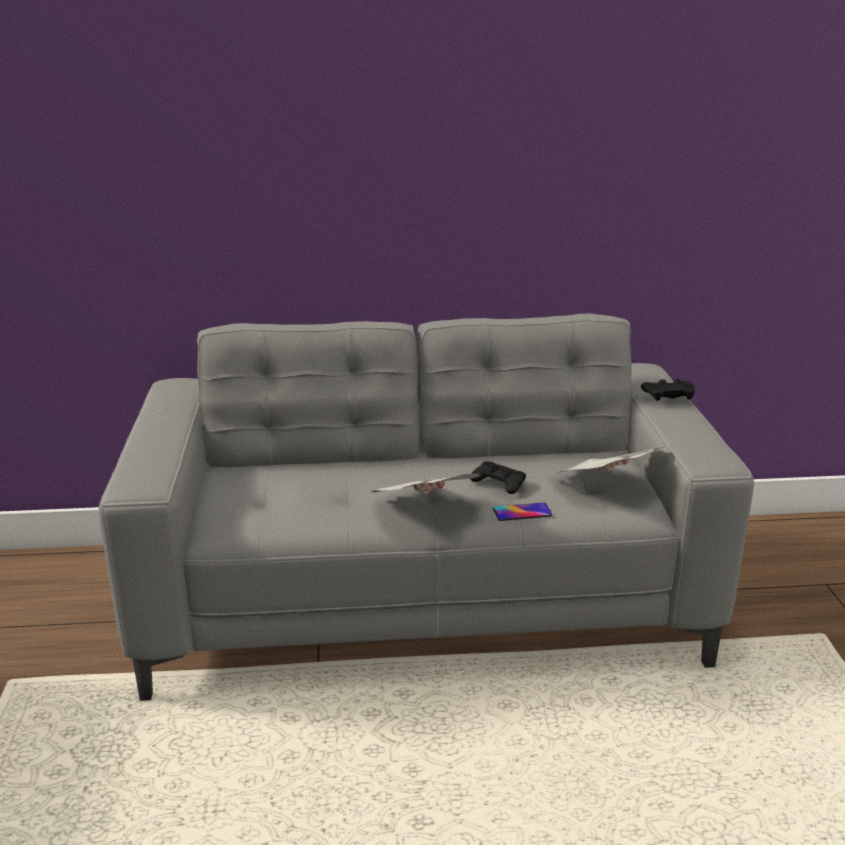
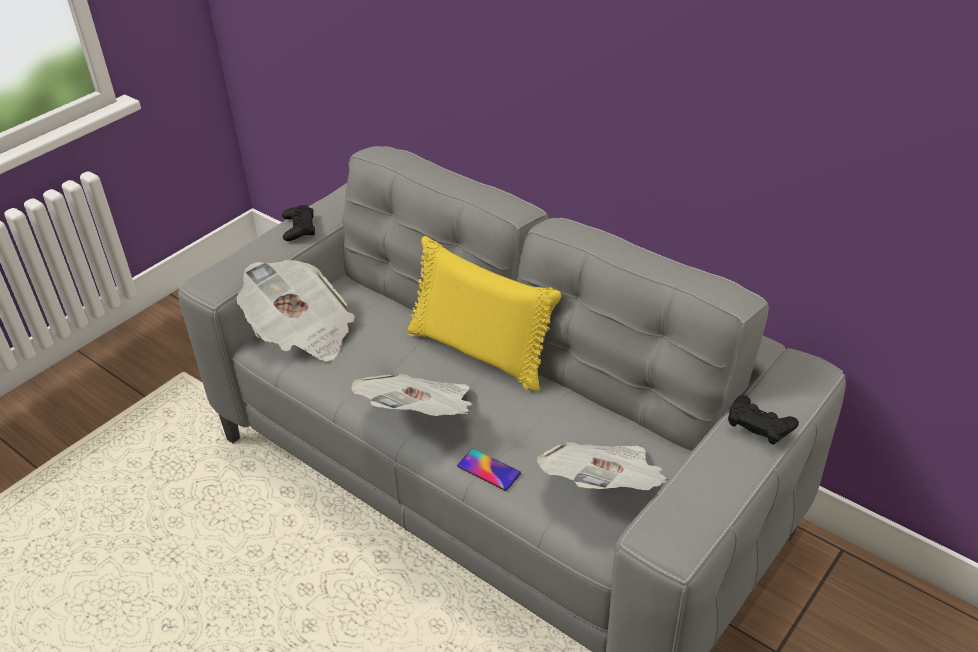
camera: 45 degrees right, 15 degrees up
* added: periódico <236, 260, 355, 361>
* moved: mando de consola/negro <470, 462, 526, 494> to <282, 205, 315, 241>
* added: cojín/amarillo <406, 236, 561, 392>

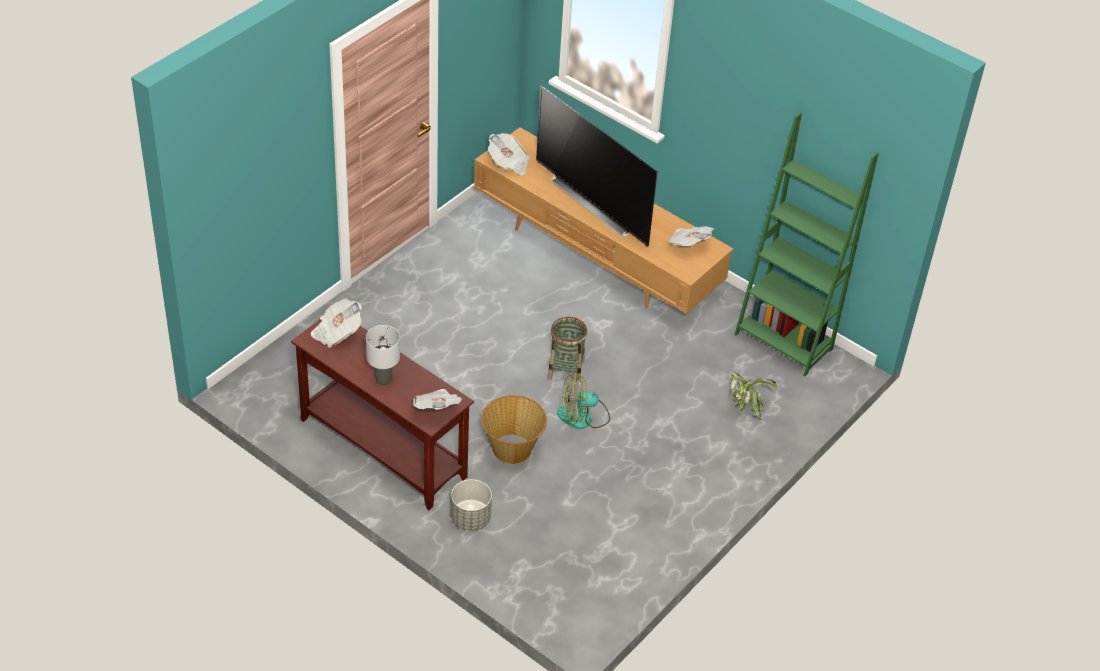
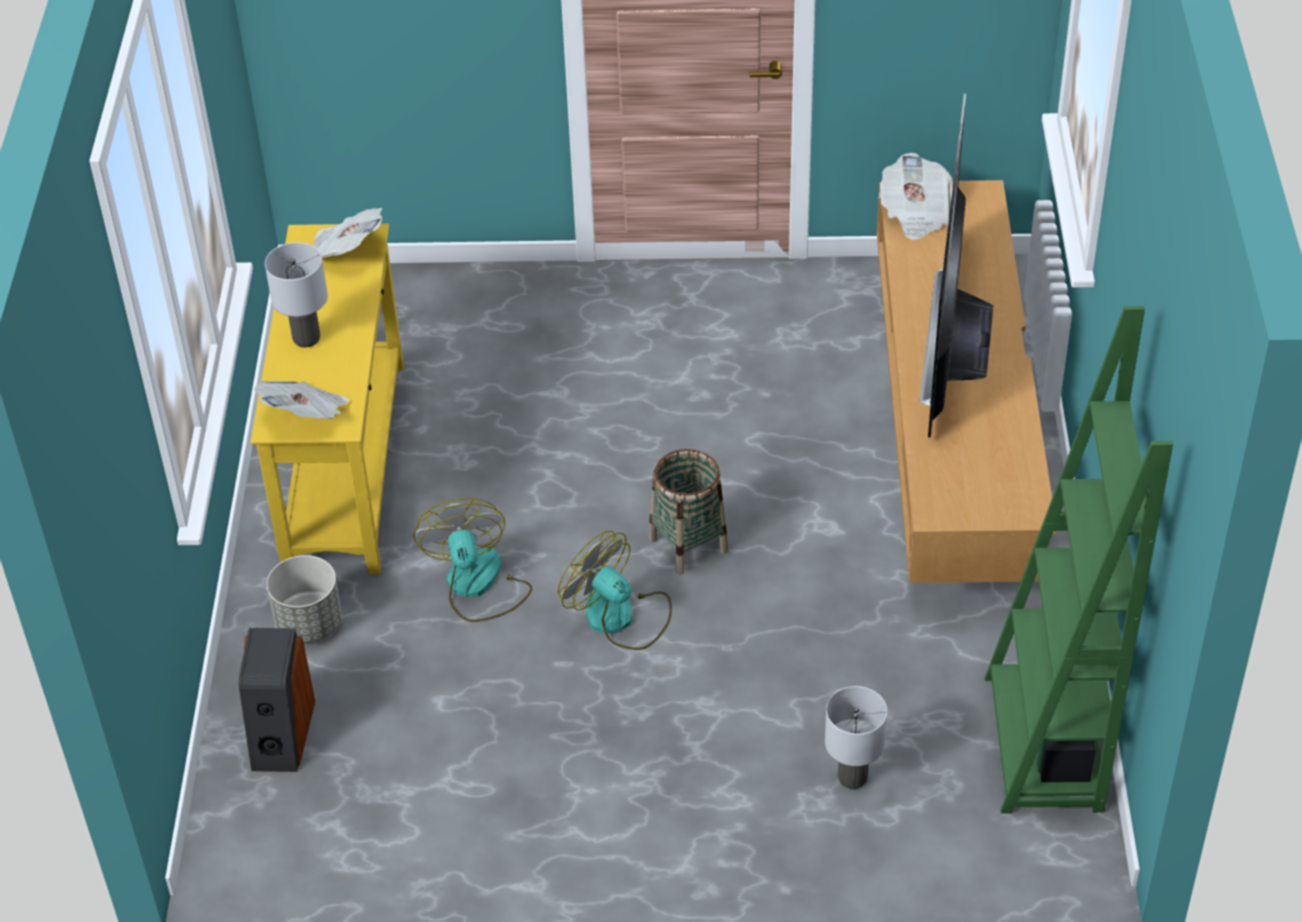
camera: 55 degrees right, 0 degrees up
* added: altavoz <239, 628, 315, 772>
* recoloured: mesa consola/marrón <291, 320, 474, 510> to mesa consola/amarillo <250, 223, 404, 574>
* replaced: cesta <481, 395, 547, 464> to ventilador <413, 498, 532, 622>
* replaced: planta en maceta <729, 371, 778, 420> to lámpara de mesa/blanco <825, 686, 887, 789>
* removed: periódico <666, 226, 714, 246>

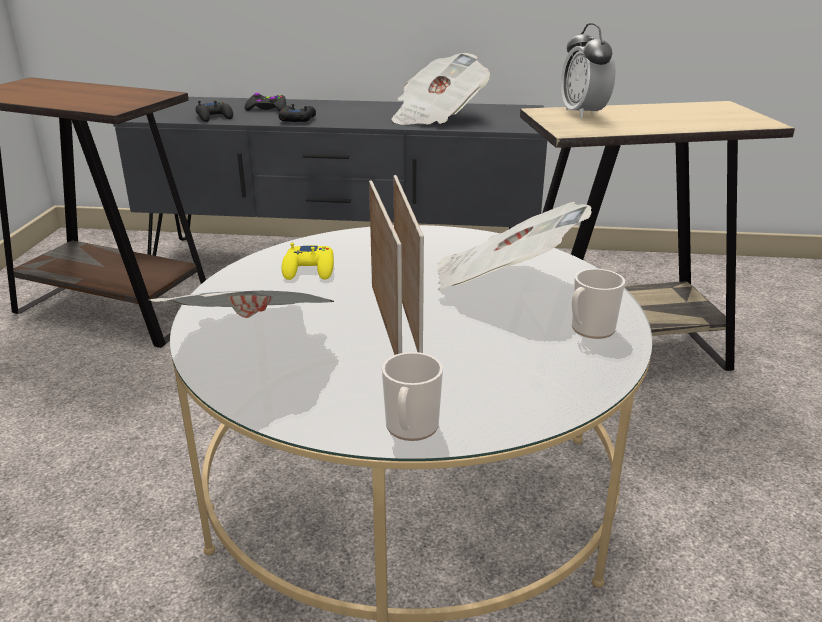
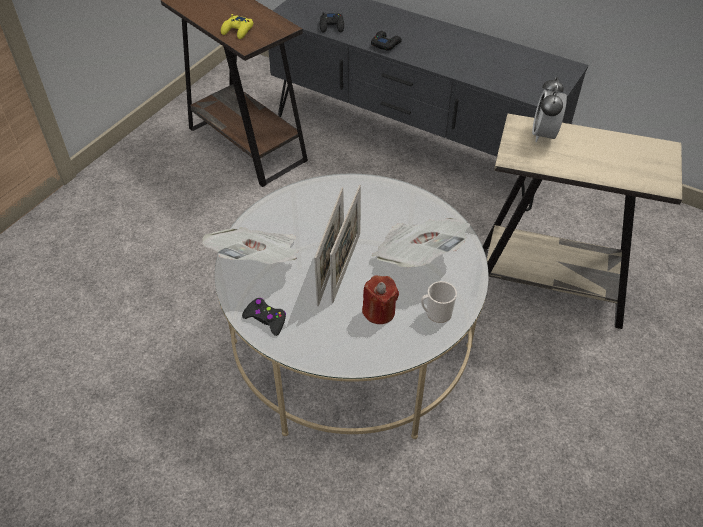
camera: 25 degrees right, 20 degrees up
* moved: mando de consola/amarillo <282, 243, 334, 280> to <221, 14, 253, 39>
* moved: mando de consola/negro <244, 93, 286, 111> to <242, 298, 286, 336>
* added: vela/rojo <362, 275, 399, 324>
* removed: taza grande <382, 352, 443, 441>
* removed: periódico <392, 53, 490, 125>

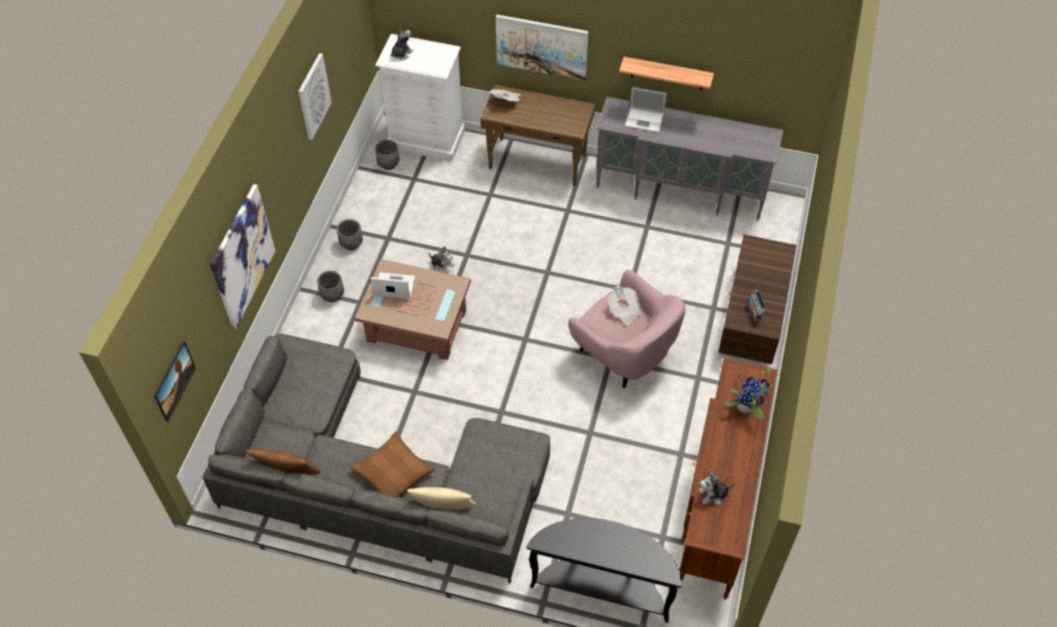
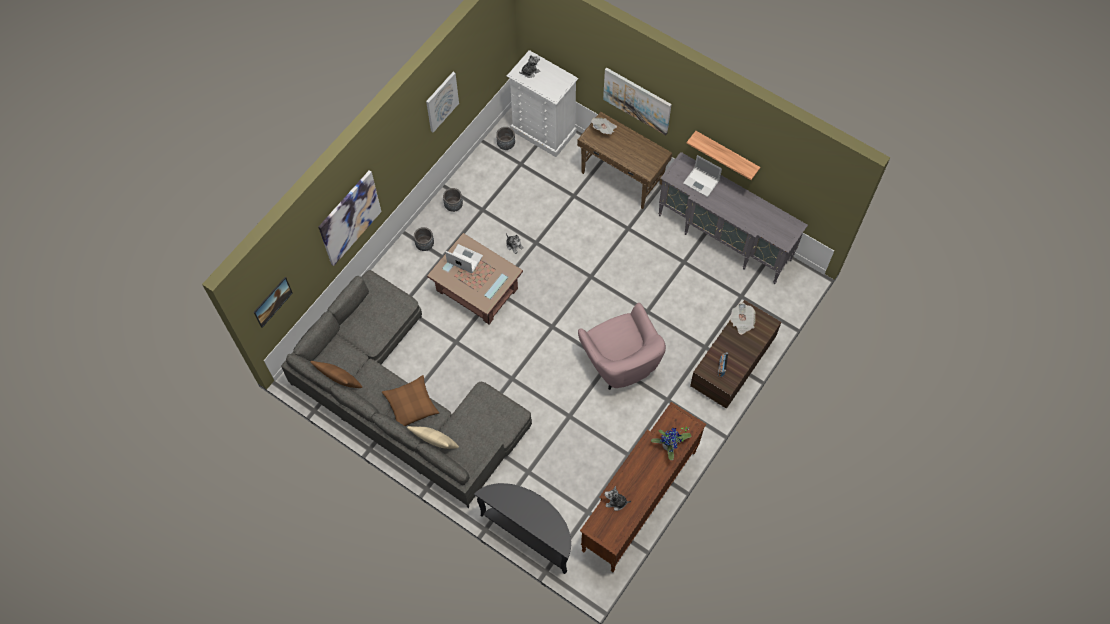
camera: 20 degrees right, 10 degrees up
* moved: periódico <608, 286, 642, 325> to <730, 303, 756, 335>

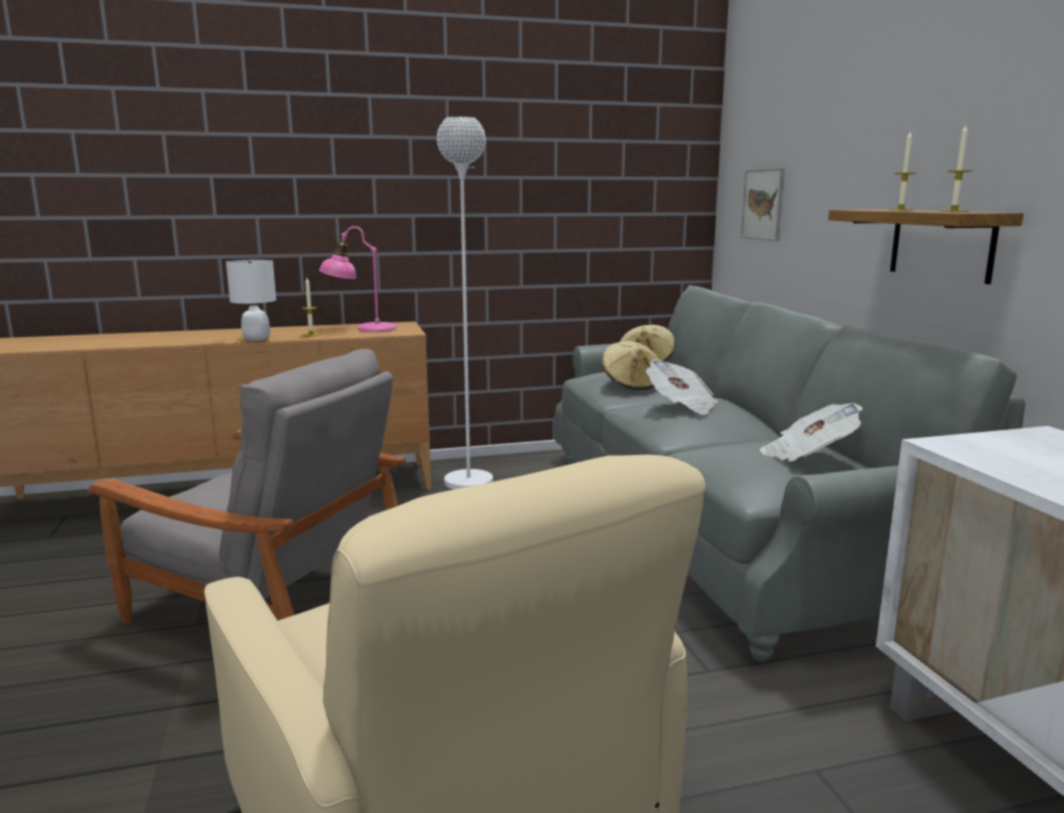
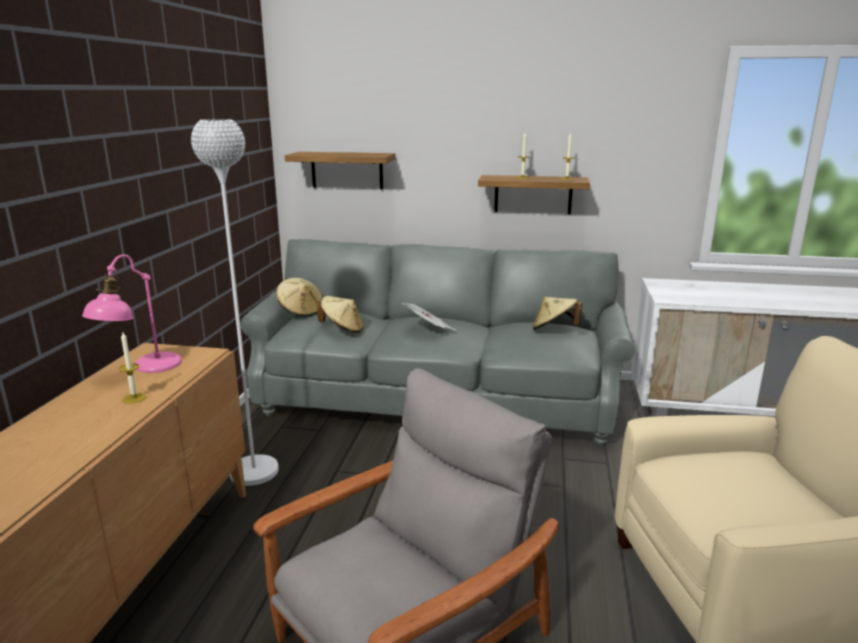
camera: 65 degrees left, 5 degrees up
* replaced: cuadro <741, 168, 785, 241> to estante <284, 152, 395, 189>
* replaced: periódico <760, 403, 863, 461> to sombrero/beis <533, 297, 582, 330>
* removed: lámpara de mesa/blanco <226, 260, 276, 341>

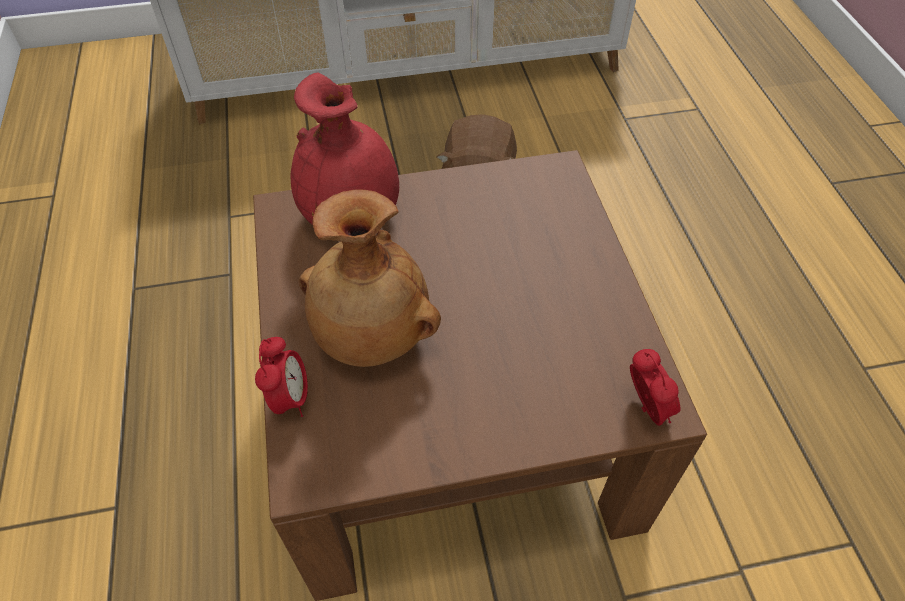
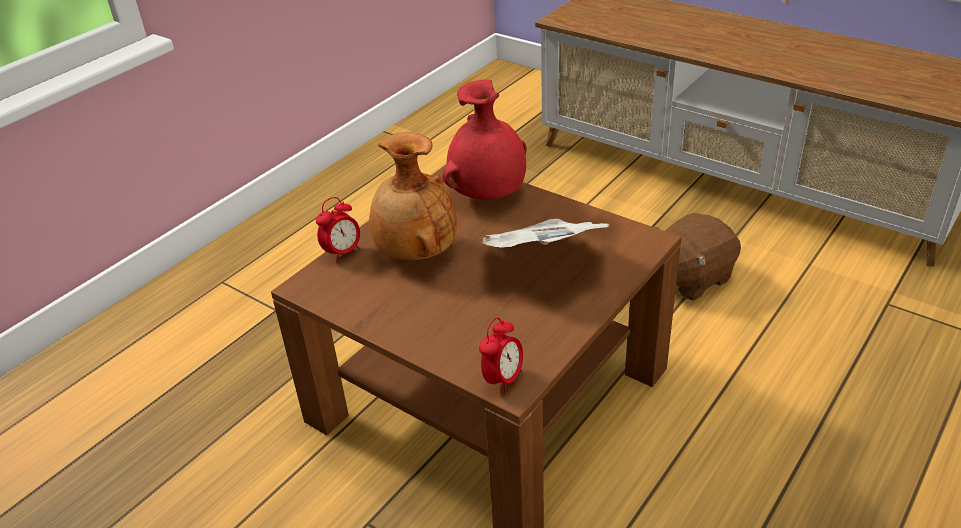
camera: 50 degrees right, 15 degrees down
* added: periódico <482, 218, 609, 247>

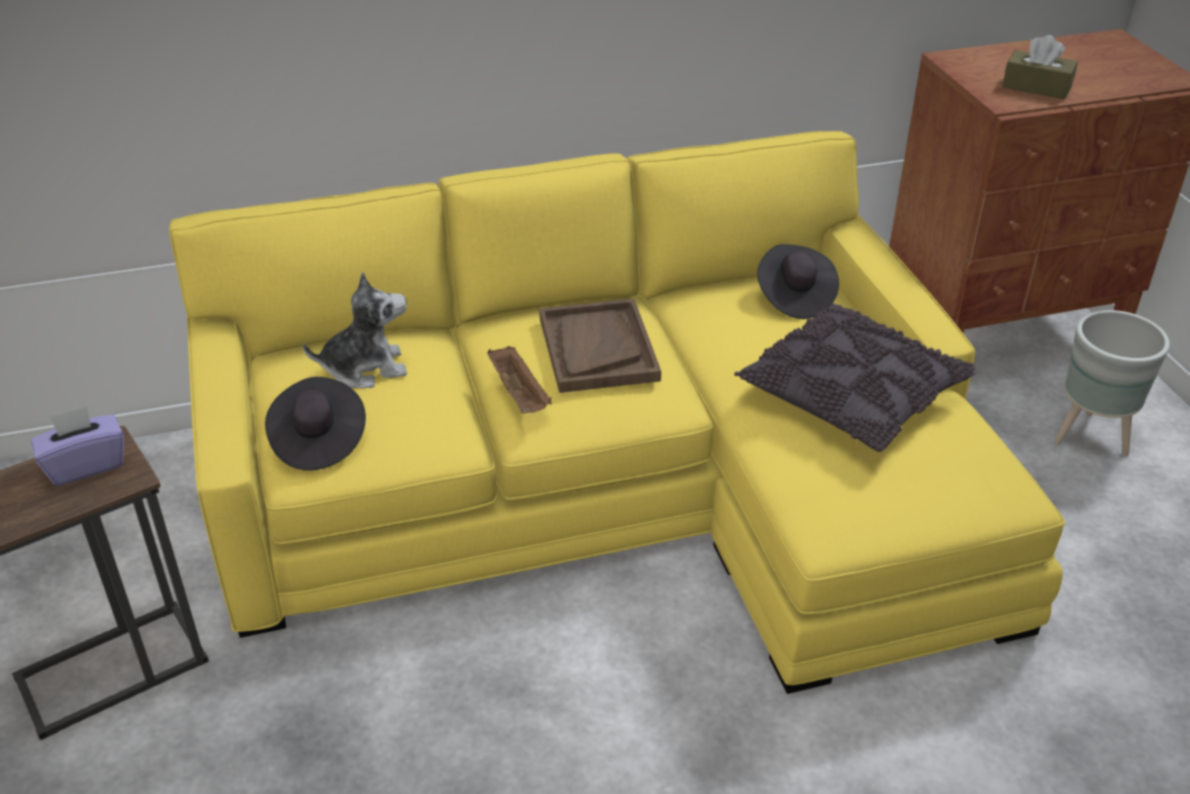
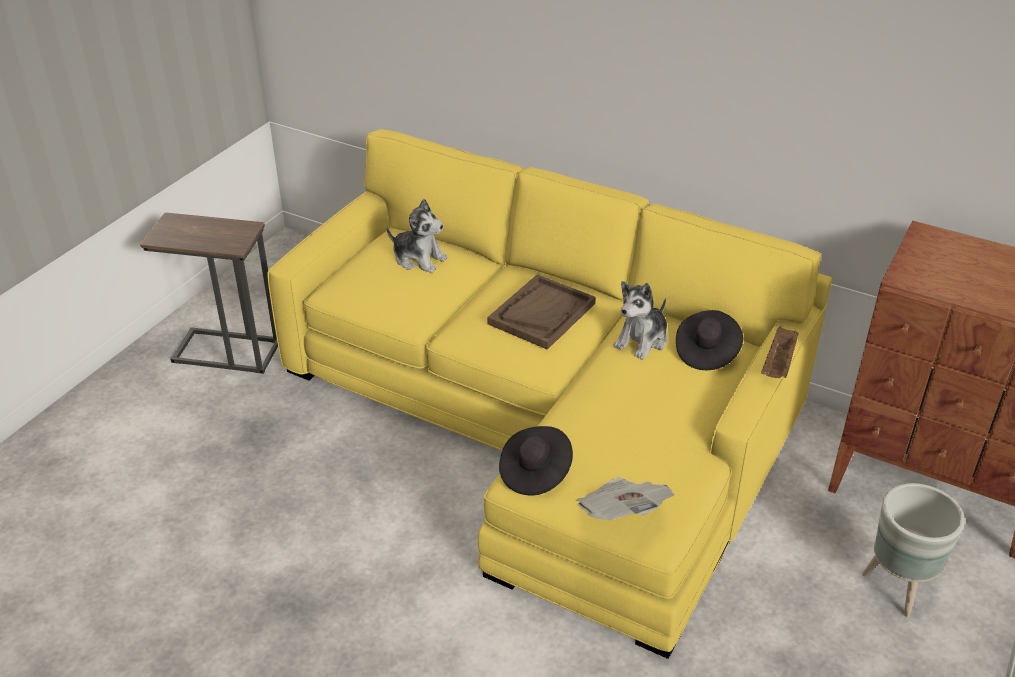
camera: 45 degrees right, 0 degrees up
* moved: sombrero/negro <265, 377, 366, 471> to <499, 426, 573, 496>
* added: periódico <576, 477, 675, 520>
* added: peluche <613, 281, 667, 360>
* moved: bandeja/marrón <487, 346, 552, 414> to <761, 326, 799, 378>
* removed: caja de pañuelos/morado <31, 406, 124, 486>
* removed: cojín/negro <734, 303, 975, 452>
* removed: caja de pañuelos/marrón <1002, 35, 1078, 99>

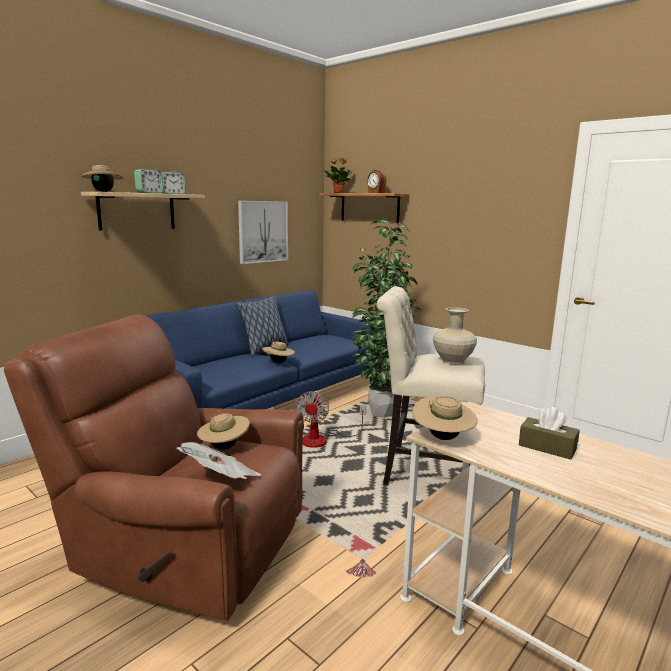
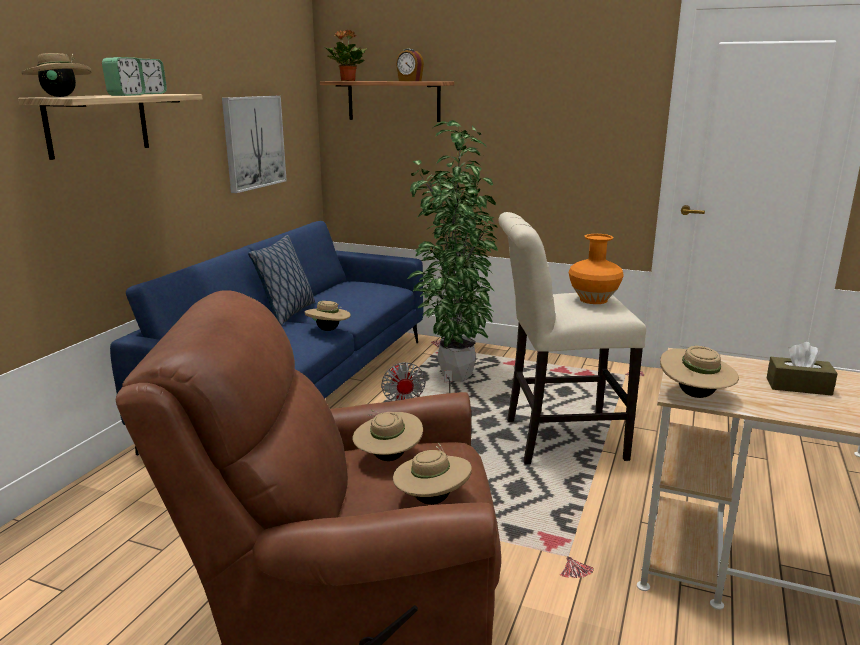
camera: 20 degrees left, 5 degrees up
* replaced: periódico <177, 442, 261, 479> to sombrero/beis <393, 443, 472, 505>
* recoloured: florero/beis <433, 307, 477, 364> to florero/naranja <569, 234, 624, 304>

